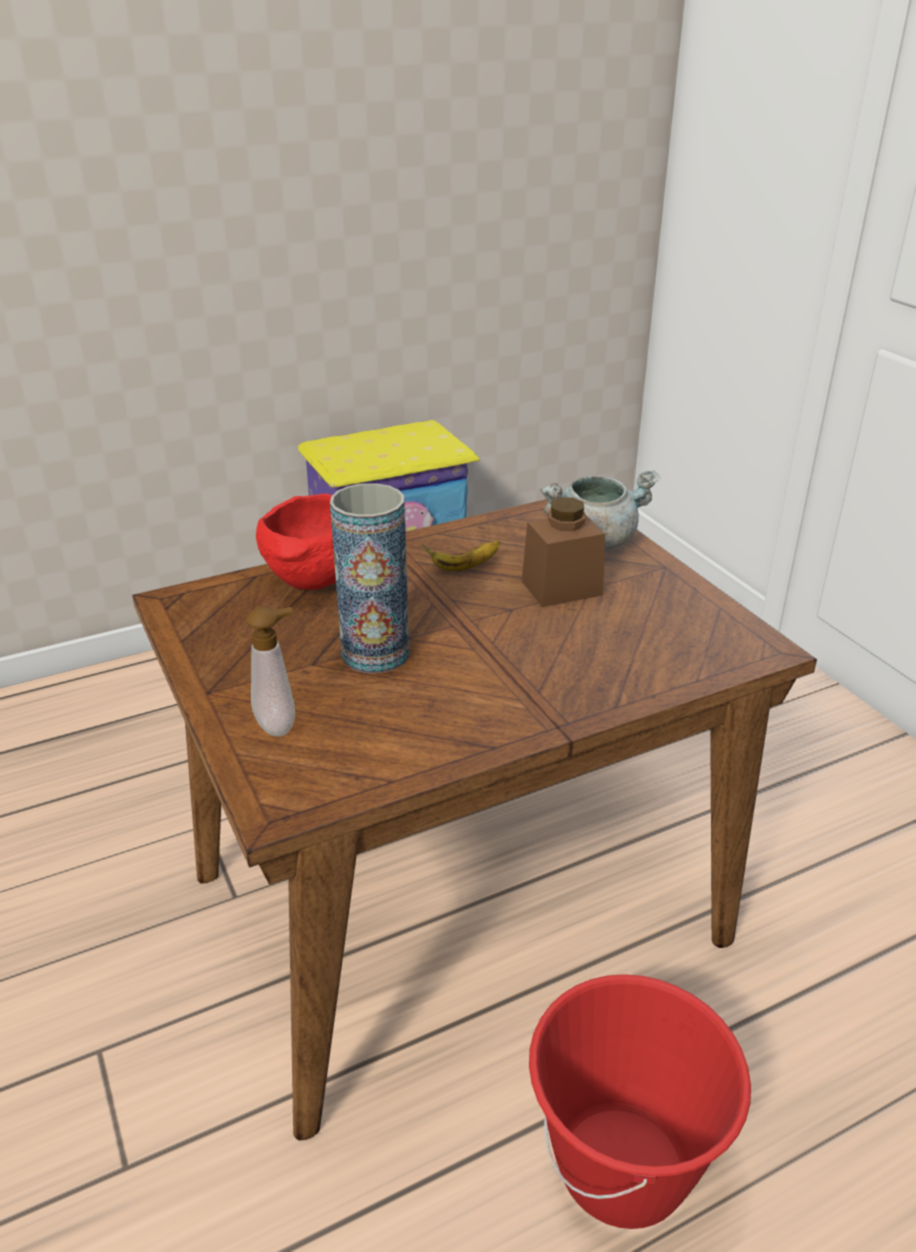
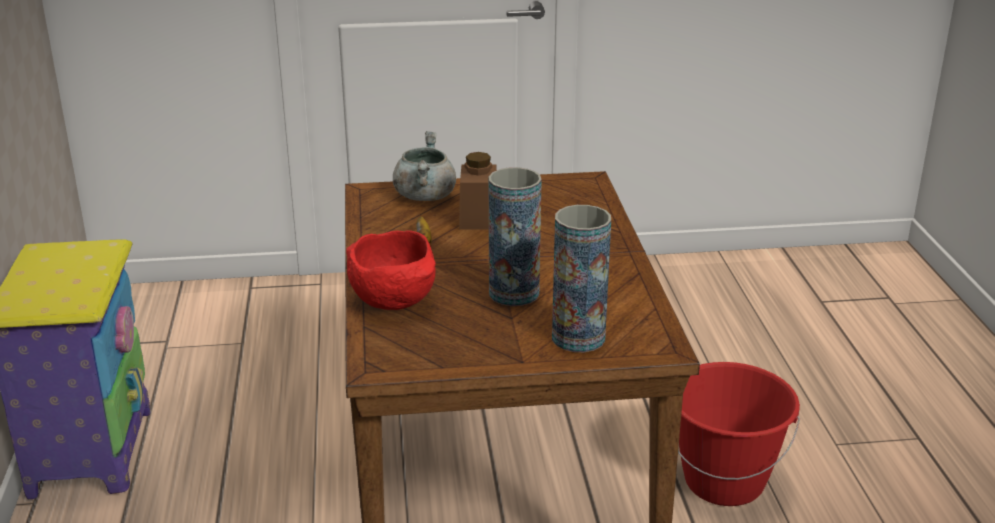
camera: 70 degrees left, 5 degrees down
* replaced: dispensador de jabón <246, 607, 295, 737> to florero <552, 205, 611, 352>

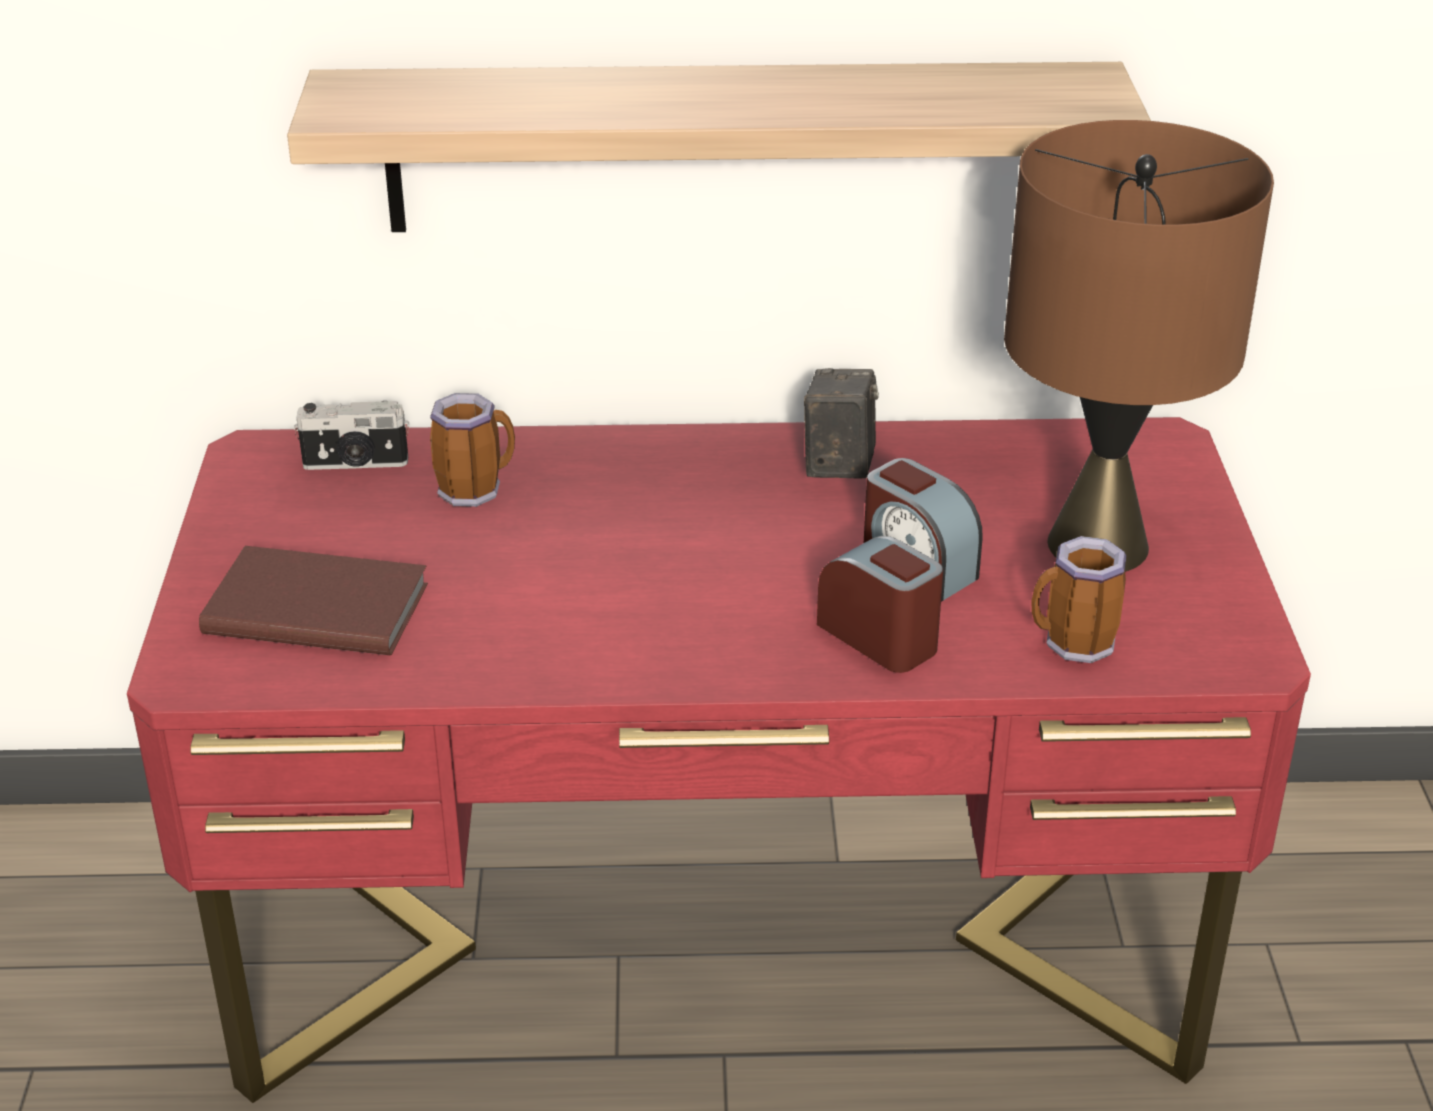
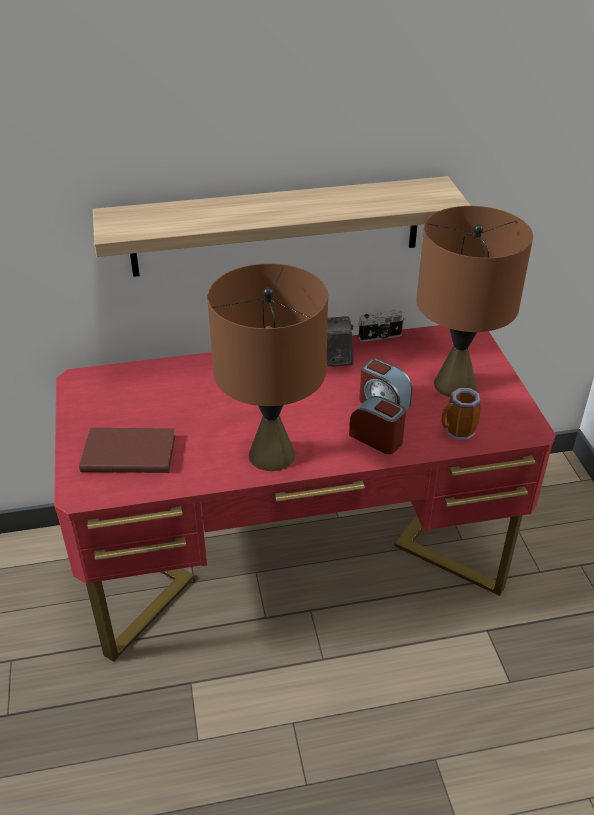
camera: 10 degrees left, 5 degrees up
* added: lámpara de mesa/marrón <208, 263, 328, 471>
* moved: cámara <294, 401, 409, 470> to <358, 309, 404, 342>
* removed: taza grande <430, 393, 515, 507>

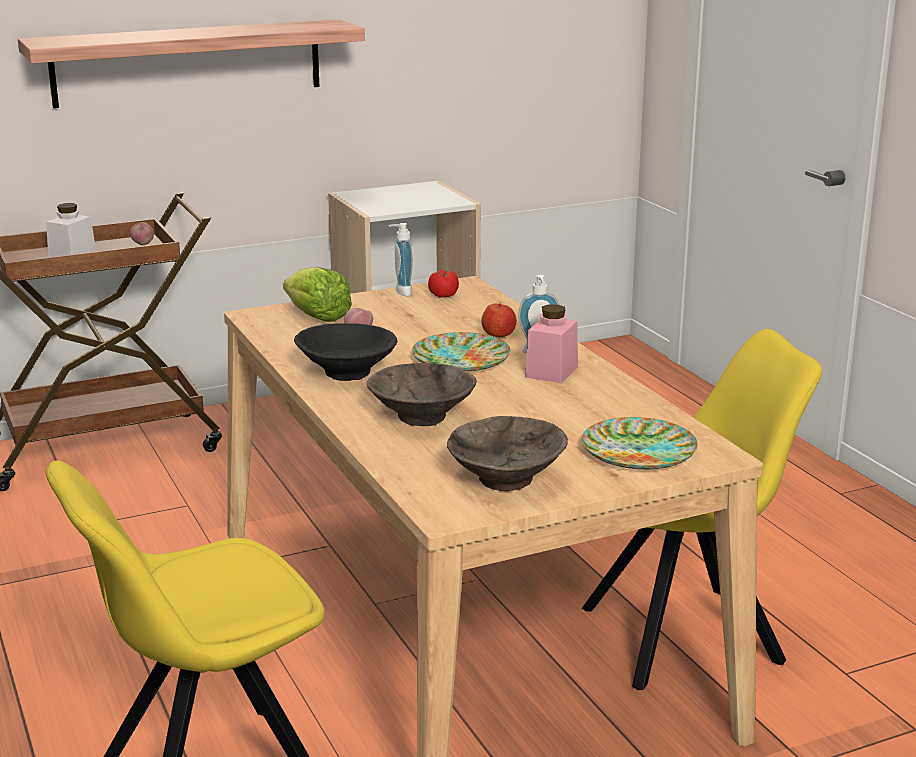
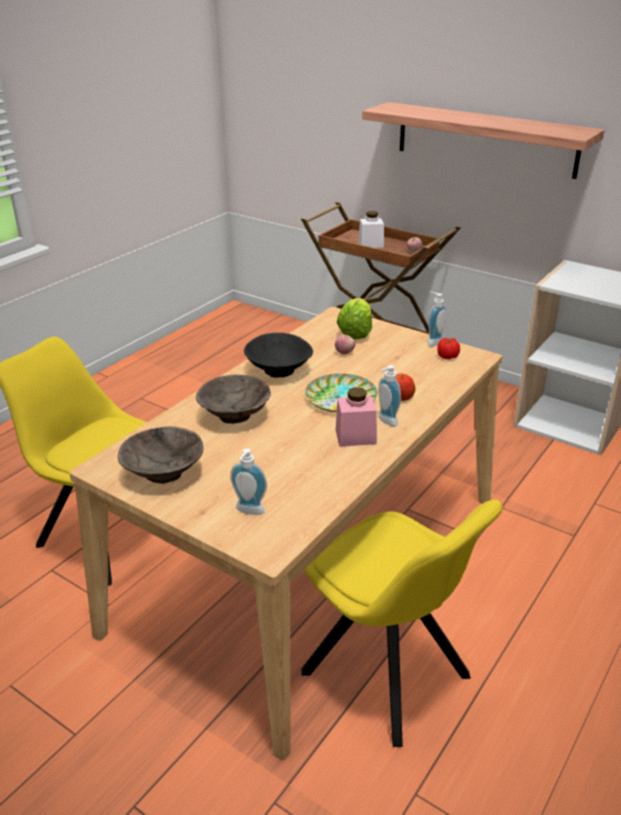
camera: 60 degrees right, 10 degrees up
* replaced: plato <582, 417, 698, 469> to dispensador de jabón <230, 448, 267, 515>

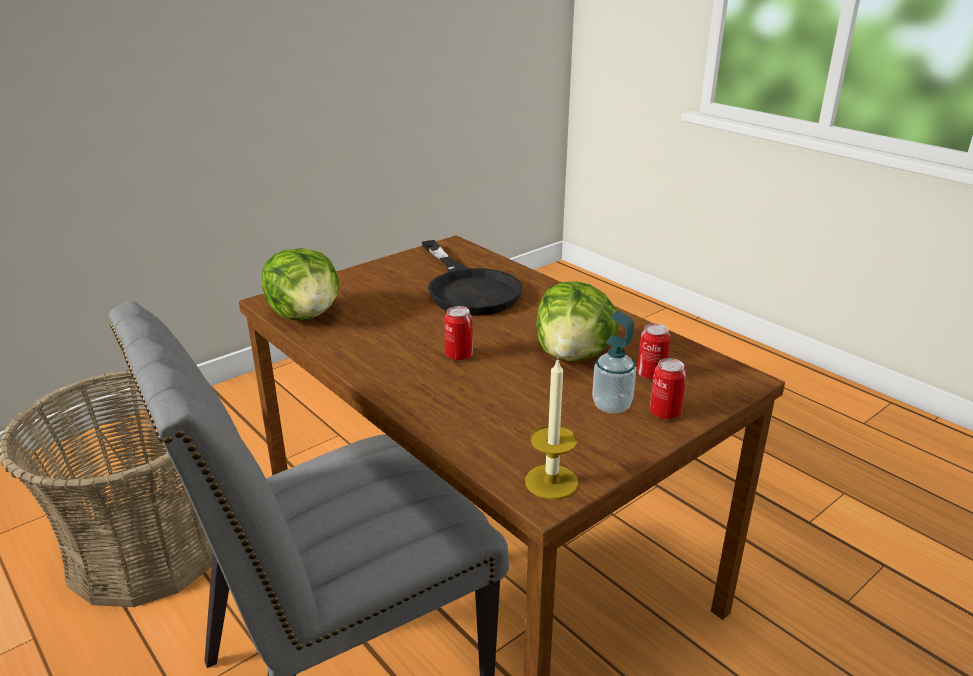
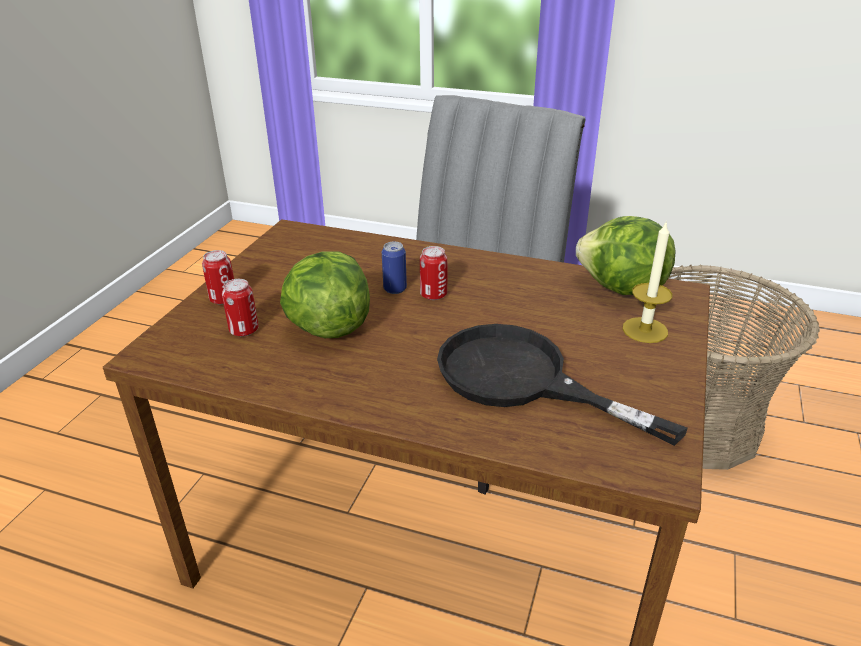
camera: 150 degrees right, 5 degrees up
* added: lata <382, 241, 407, 294>
* moved: vela <525, 357, 578, 499> to <623, 220, 673, 343>
* removed: dispensador de jabón <592, 311, 636, 414>

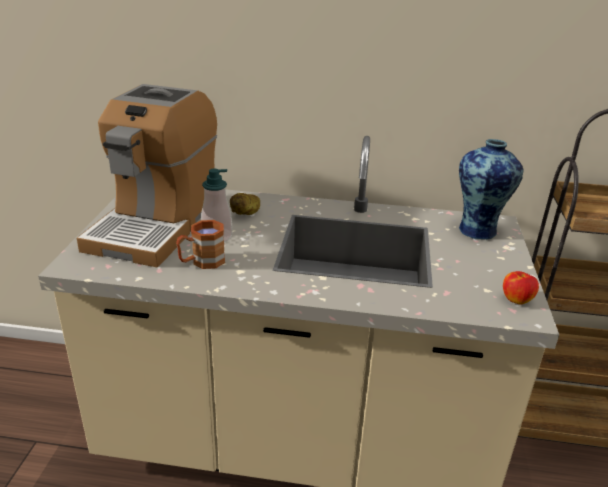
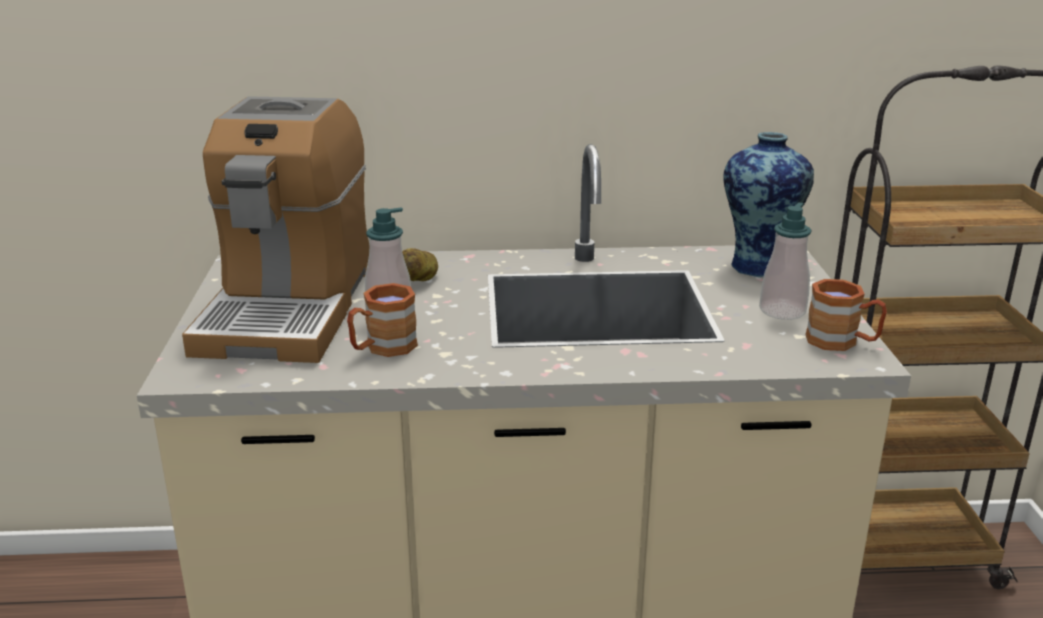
camera: 10 degrees left, 5 degrees down
* added: dispensador de jabón <759, 202, 811, 320>
* replaced: manzana <503, 271, 539, 305> to taza grande/marrón <805, 279, 887, 351>

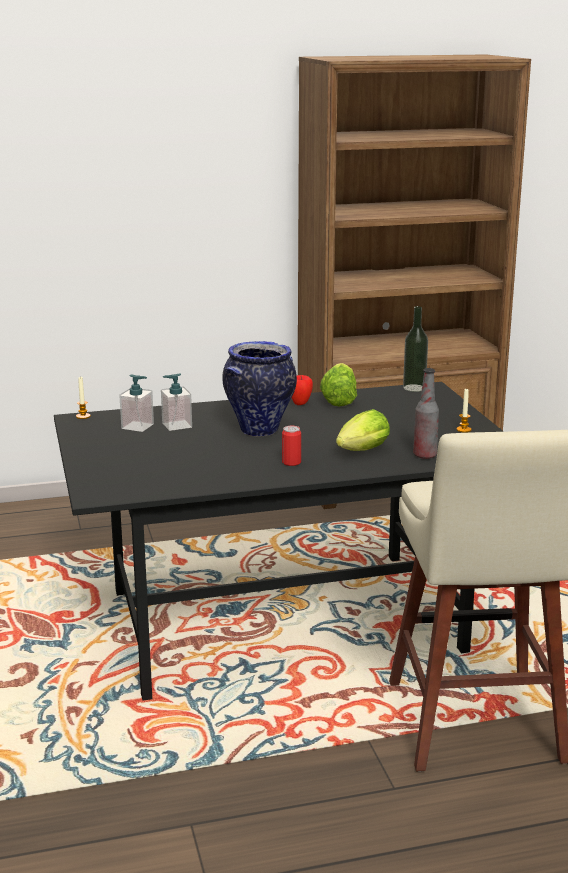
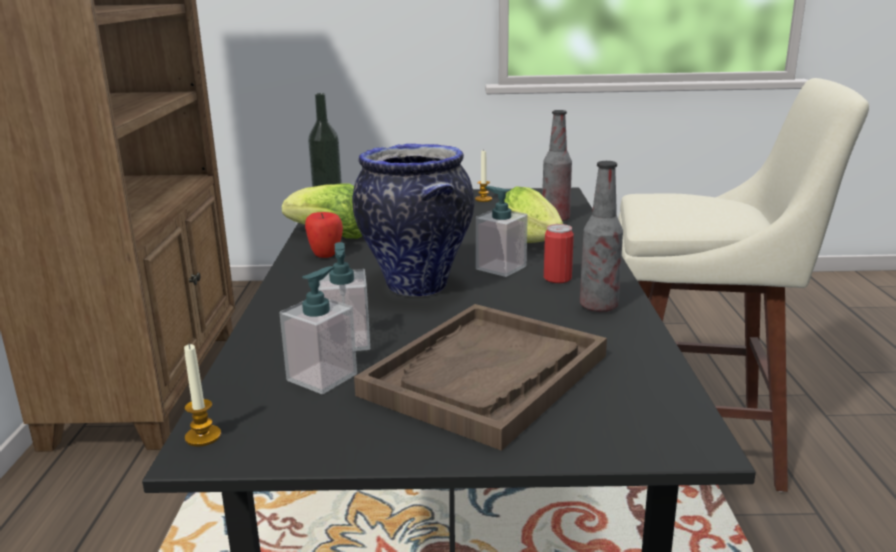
camera: 75 degrees left, 0 degrees up
* added: bandeja/marrón <354, 304, 607, 451>
* added: dispensador de jabón <476, 186, 528, 277>
* added: botella <580, 161, 623, 312>

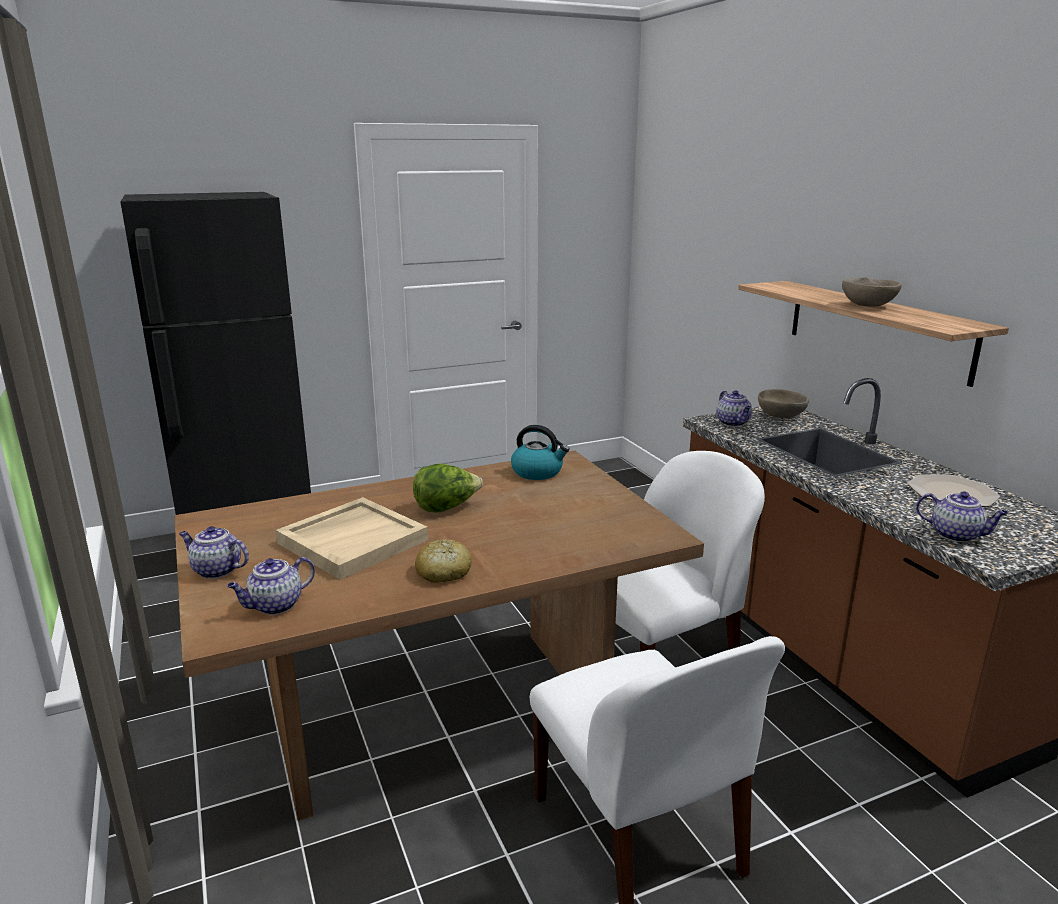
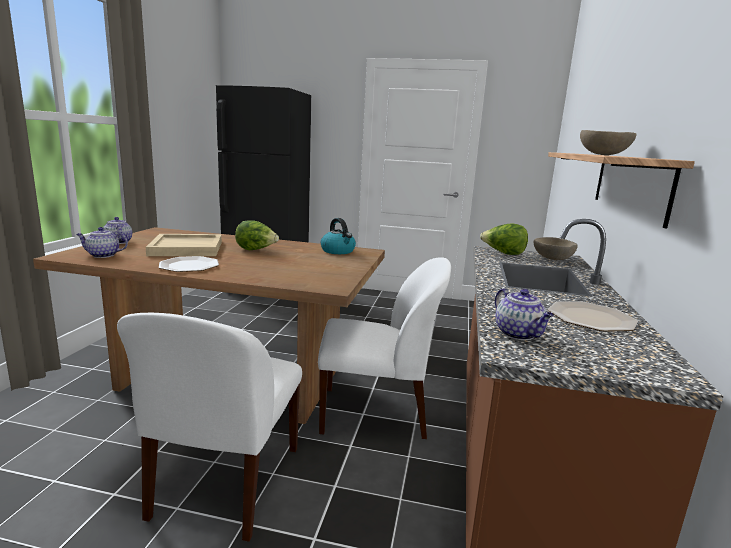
camera: 35 degrees right, 5 degrees down
* replaced: pan <415, 539, 472, 583> to plato <159, 256, 219, 272>
* replaced: tetera <716, 391, 752, 427> to lechuga <480, 223, 528, 255>

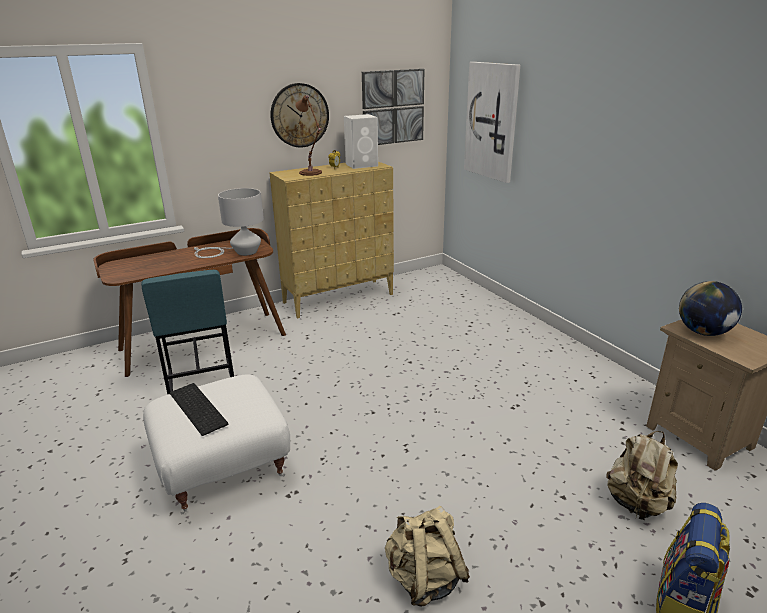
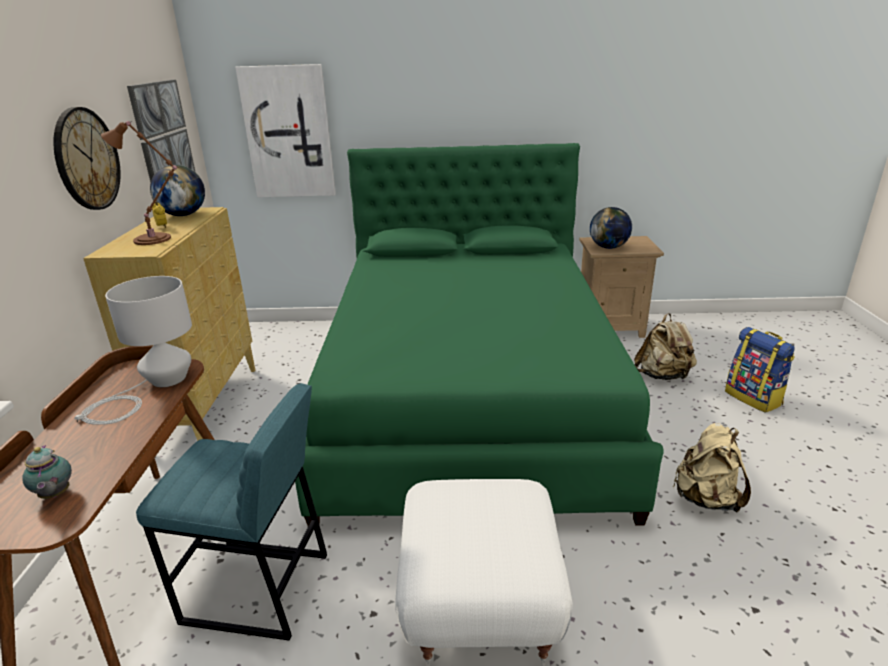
camera: 60 degrees left, 0 degrees up
* added: tetera <22, 445, 72, 499>
* replaced: altavoz/blanco <344, 114, 378, 169> to globo terráqueo <150, 165, 205, 216>
* added: cama/verde <295, 143, 664, 526>
* removed: teclado <170, 383, 228, 436>

